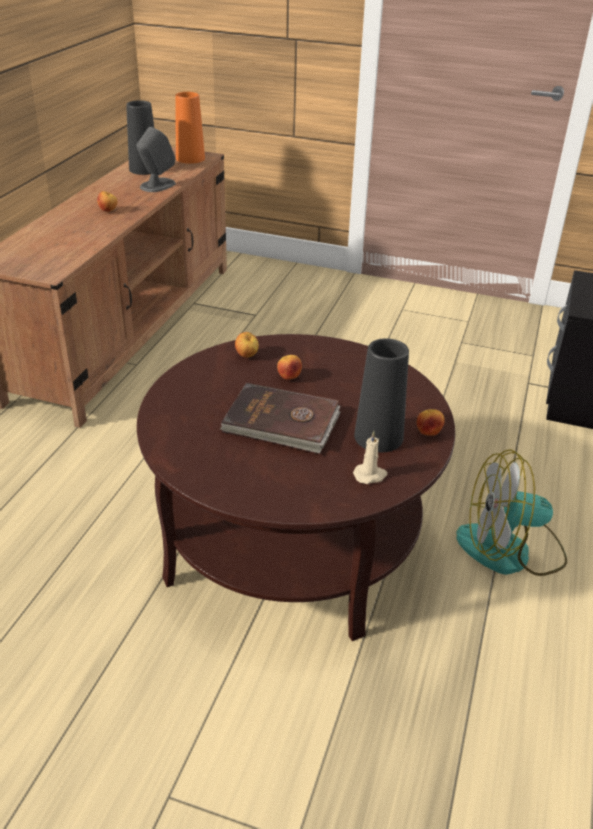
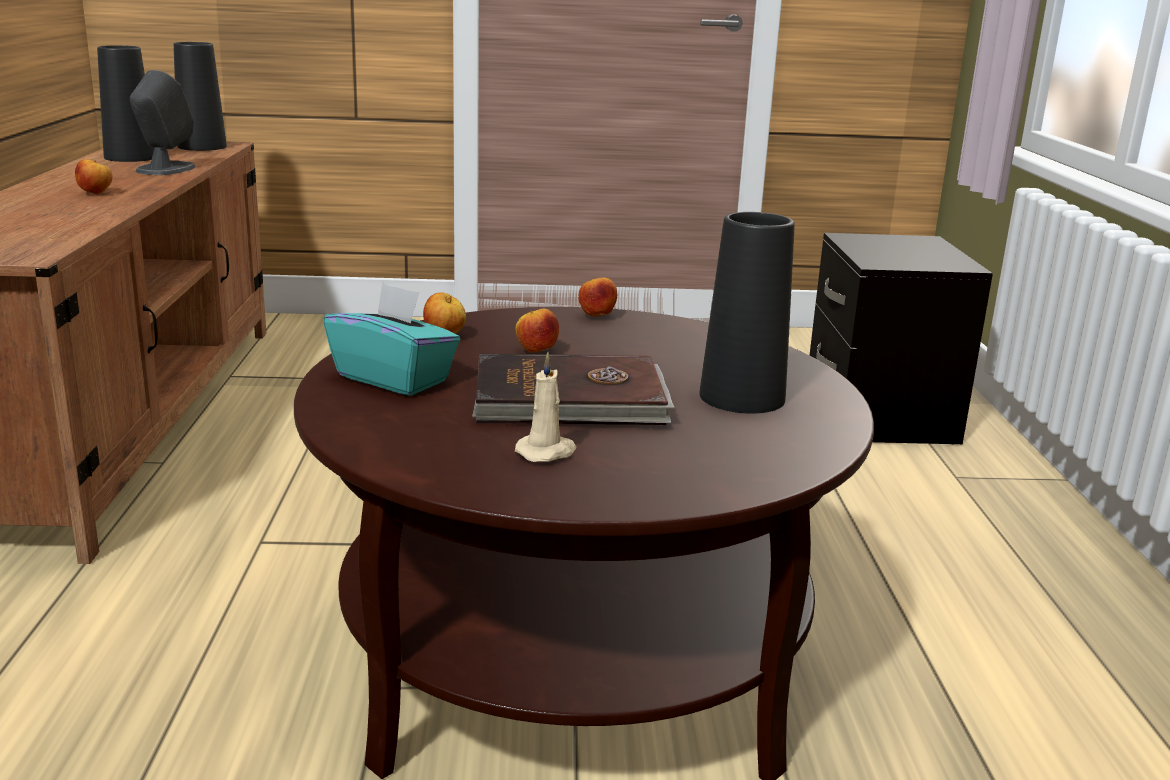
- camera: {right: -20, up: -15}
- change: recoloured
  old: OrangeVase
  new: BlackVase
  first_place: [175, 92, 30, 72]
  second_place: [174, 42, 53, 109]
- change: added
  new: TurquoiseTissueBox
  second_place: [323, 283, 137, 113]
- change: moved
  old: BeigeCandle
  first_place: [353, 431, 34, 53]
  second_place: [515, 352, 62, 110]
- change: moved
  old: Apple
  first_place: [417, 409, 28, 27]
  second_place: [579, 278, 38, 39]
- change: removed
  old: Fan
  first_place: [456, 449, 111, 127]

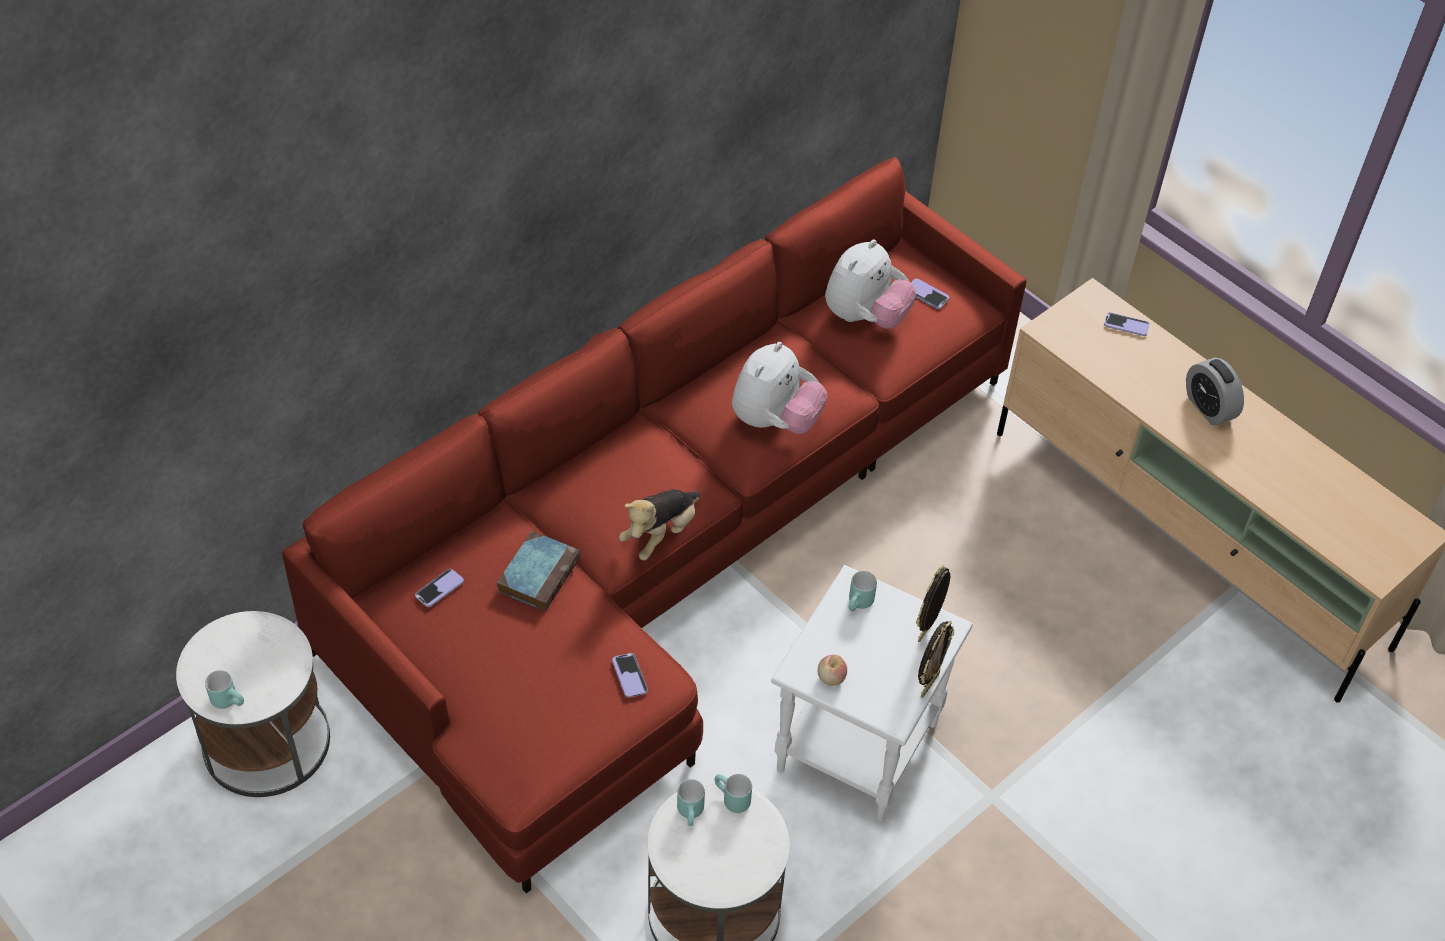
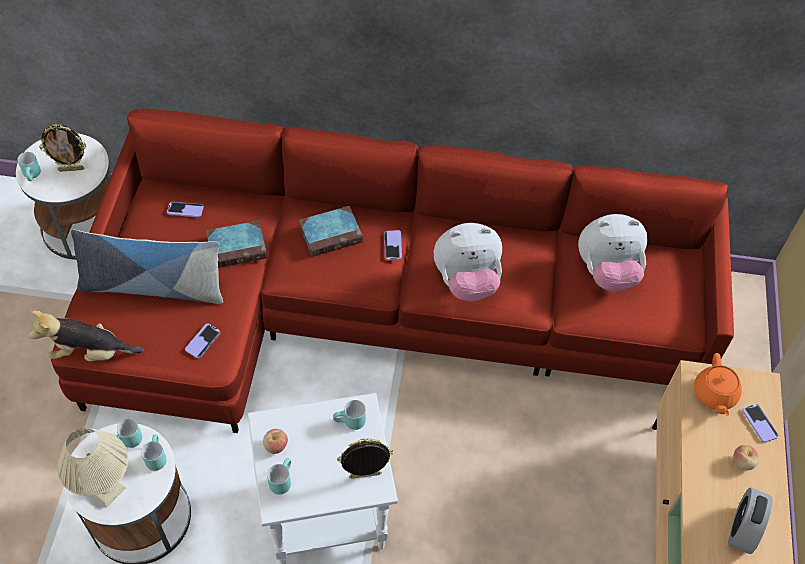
- camera: {right: 50, up: 5}
- change: moved
  old: PlushToy
  first_place: [619, 489, 81, 71]
  second_place: [29, 311, 115, 50]
- change: moved
  old: PictureFrame
  first_place: [918, 621, 36, 77]
  second_place: [39, 124, 47, 48]
- change: added
  new: BeigeTableLamp
  second_place: [57, 428, 71, 80]
- change: added
  new: Pillow
  second_place: [71, 229, 152, 75]
- change: added
  new: TurquoiseMug
  second_place: [267, 458, 24, 37]
- change: added
  new: Book
  second_place: [299, 206, 64, 51]
- change: moved
  old: Phone
  first_place: [911, 278, 38, 31]
  second_place: [384, 230, 18, 30]
- change: added
  new: OrangeTeapot
  second_place: [694, 353, 47, 63]
- change: added
  new: Apple
  second_place: [733, 445, 26, 25]

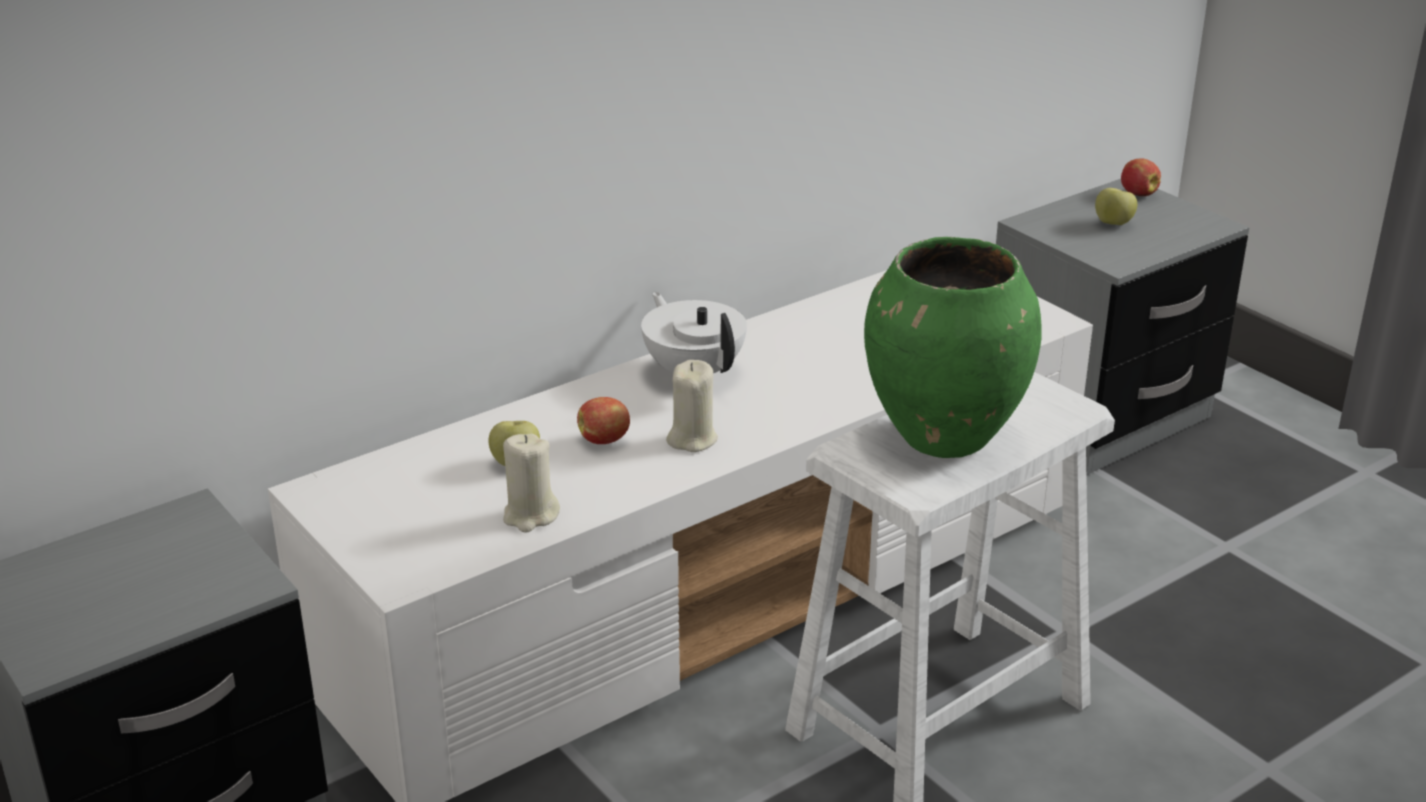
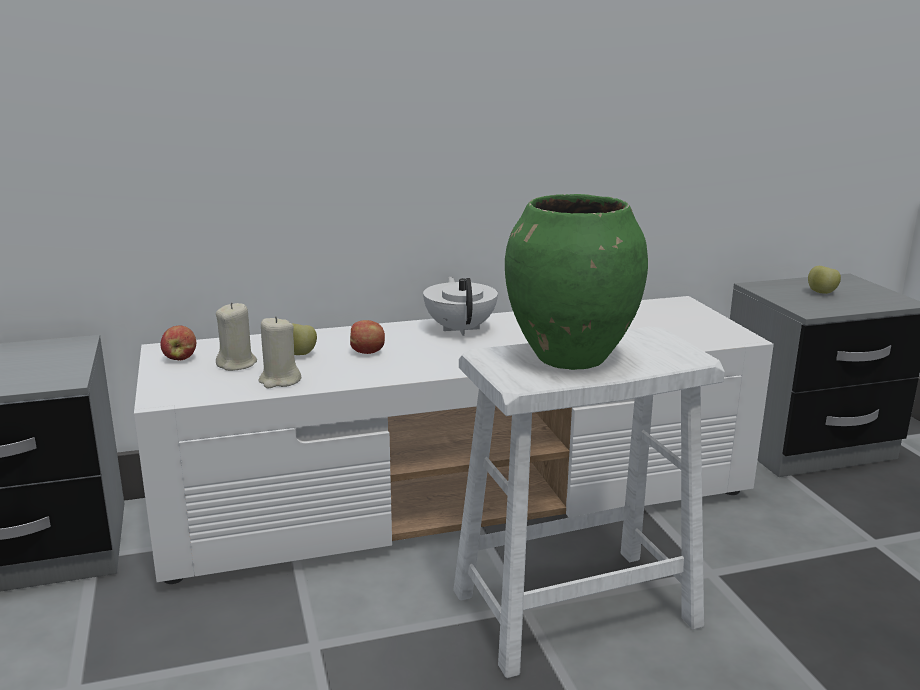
- camera: {right: 20, up: -10}
- change: moved
  old: Apple
  first_place: [1121, 158, 40, 39]
  second_place: [161, 326, 35, 34]
- change: moved
  old: BeigeCandle
  first_place: [666, 360, 52, 92]
  second_place: [216, 302, 41, 69]

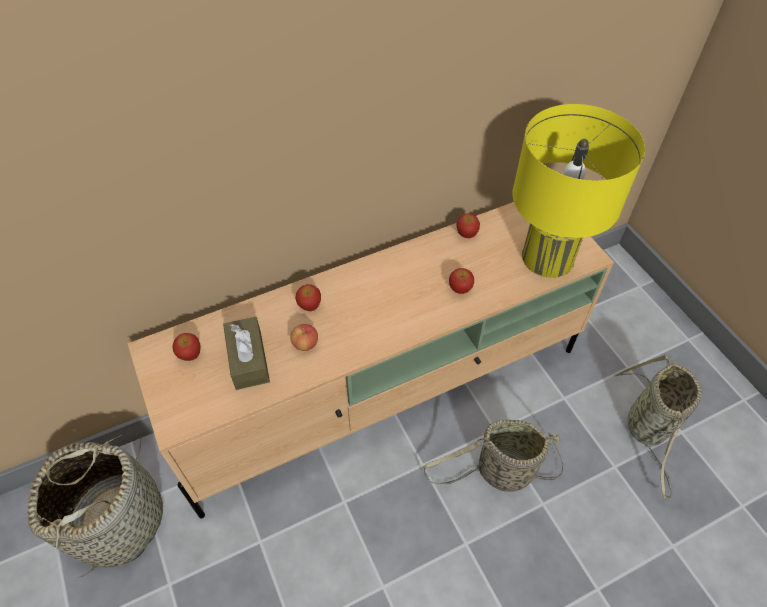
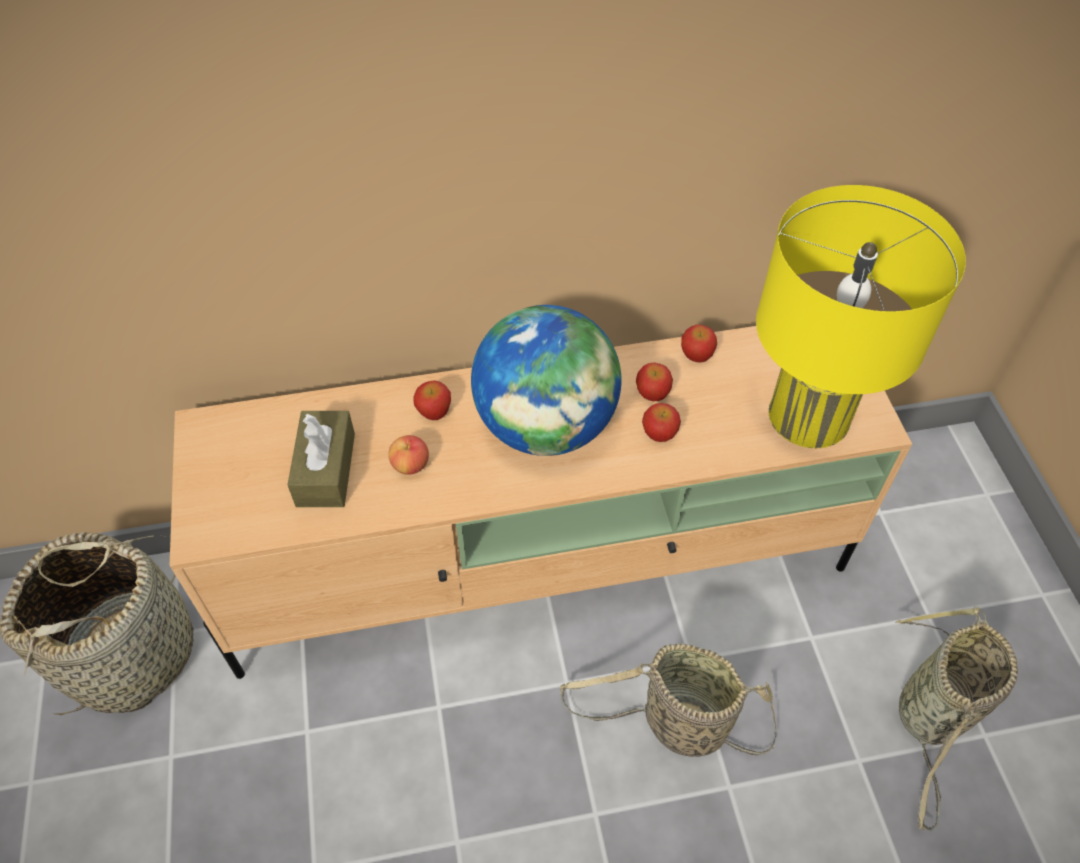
- camera: {right: 15, up: 0}
- change: added
  new: Globe
  second_place: [471, 305, 150, 151]
- change: moved
  old: Apple
  first_place: [172, 333, 29, 28]
  second_place: [636, 363, 37, 38]

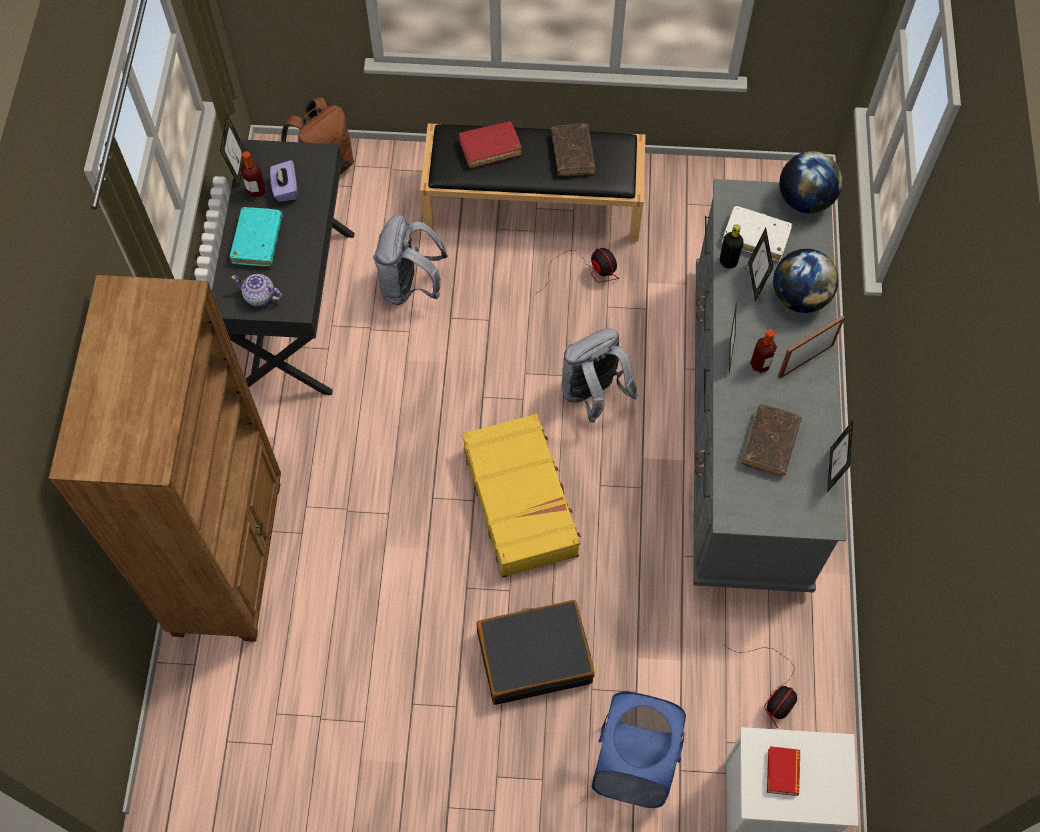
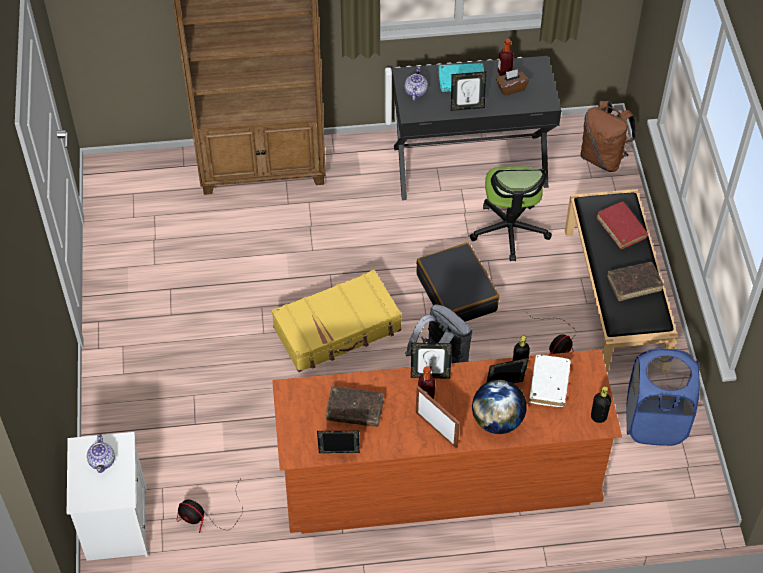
- camera: {right: 80, up: -10}
- change: replaced
  old: Book
  new: Teapot
  first_place: [767, 746, 33, 50]
  second_place: [87, 434, 28, 39]
- change: recoloured
  old: GreyDresser
  new: BrownDresser
  first_place: [693, 179, 153, 414]
  second_place: [272, 349, 350, 185]
- change: moved
  old: BlackSuitcase
  first_place: [476, 600, 119, 105]
  second_place: [416, 242, 84, 80]
- change: moved
  old: PictureFrame
  first_place: [220, 114, 26, 73]
  second_place: [451, 71, 35, 40]
- change: replaced
  old: GreyBackpack
  new: OfficeChair
  first_place: [373, 215, 75, 90]
  second_place: [470, 166, 82, 95]
- change: recoloured
  old: PurpleTissueBox
  new: BrownTissueBox
  first_place: [270, 160, 28, 42]
  second_place: [496, 69, 33, 27]
- change: replaced
  old: Globe
  new: BlackBottle
  first_place: [779, 151, 63, 63]
  second_place: [591, 386, 20, 37]
- change: moved
  old: BlueLaundryBasket
  first_place: [592, 692, 94, 116]
  second_place: [626, 348, 74, 98]

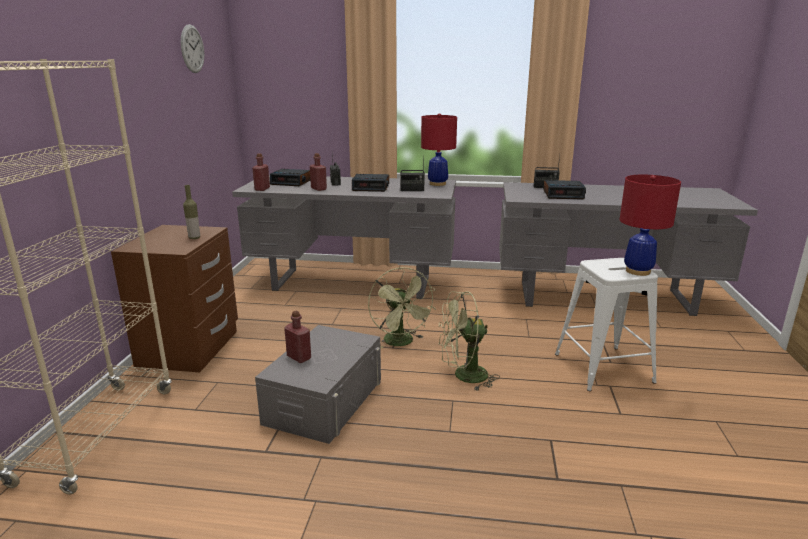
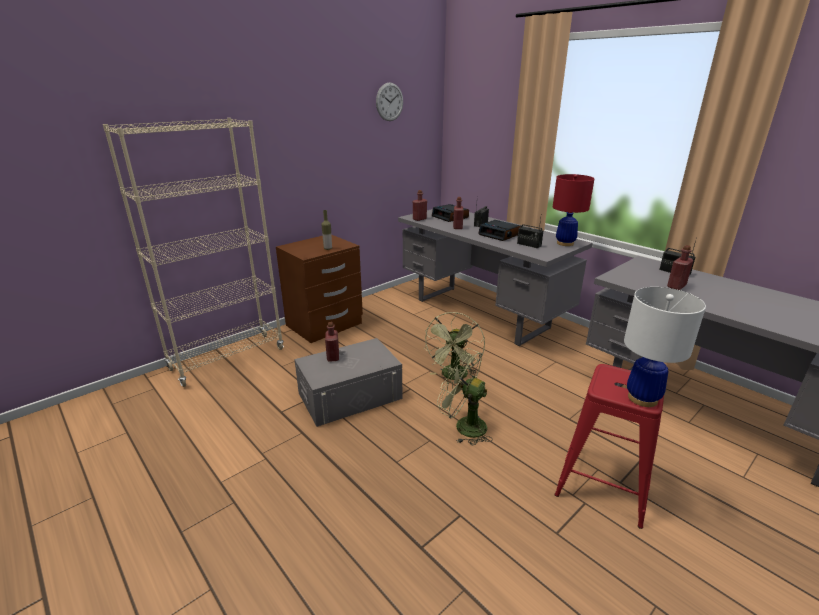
- camera: {right: 40, up: 5}
- change: recoloured
  old: WhiteStool
  new: RedStool
  first_place: [555, 258, 103, 133]
  second_place: [555, 364, 109, 165]
- change: recoloured
  old: RedTableLamp
  new: WhiteTableLamp
  first_place: [619, 175, 62, 101]
  second_place: [624, 287, 82, 120]
- change: replaced
  old: AlarmClock
  new: RedBottle
  first_place: [543, 180, 43, 19]
  second_place: [667, 245, 26, 45]

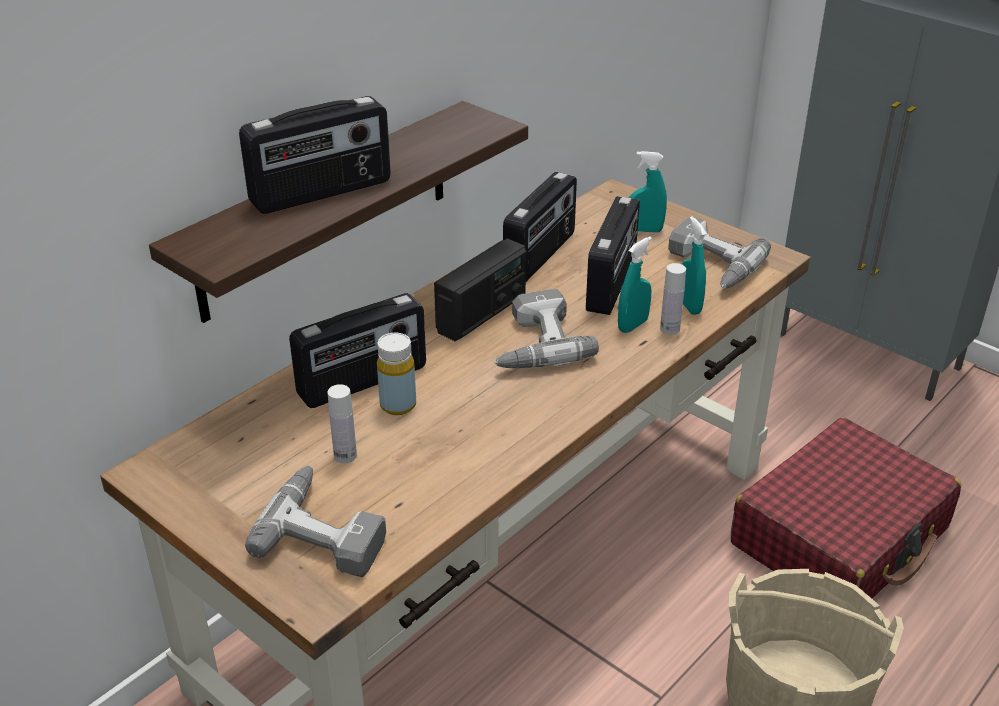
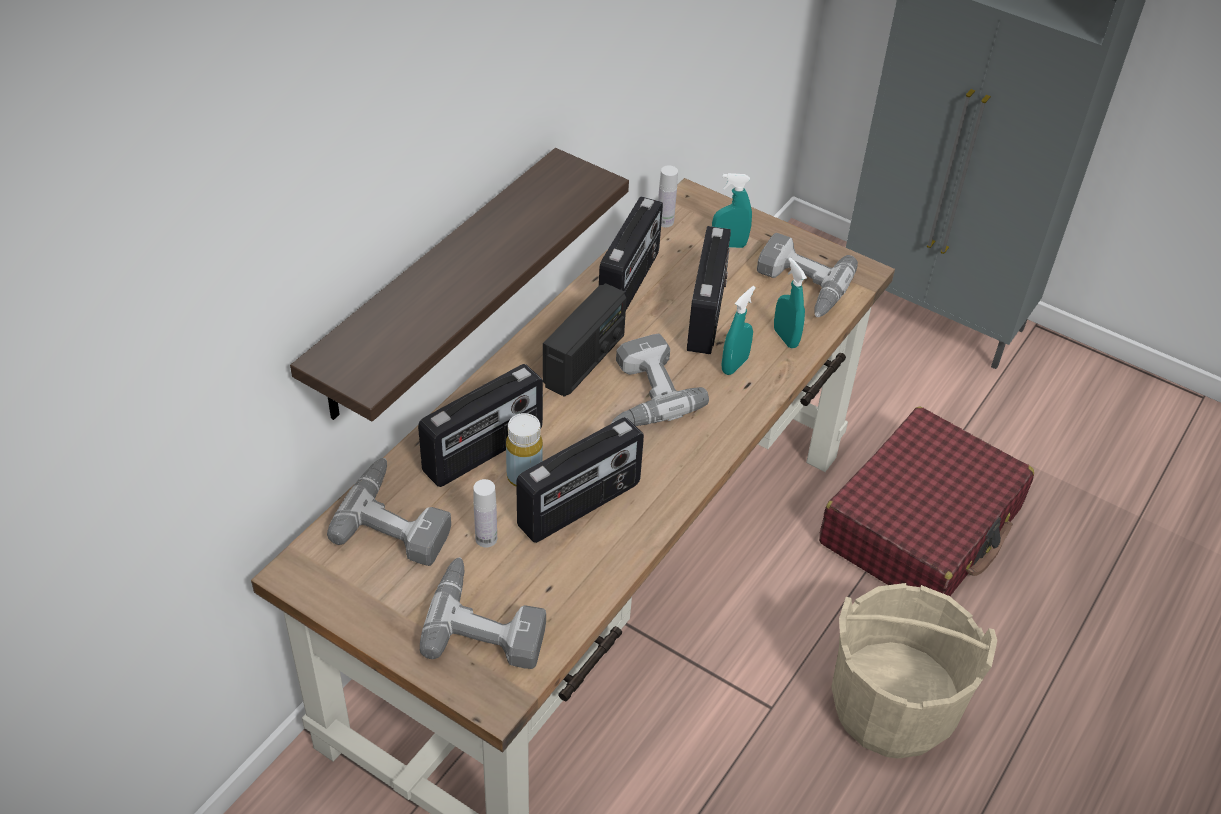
- camera: {right: -10, up: 10}
- change: added
  new: PowerDrill
  second_place: [327, 458, 124, 108]
- change: moved
  old: Radio
  first_place: [239, 96, 152, 118]
  second_place: [516, 417, 128, 126]
- change: moved
  old: WhiteBottle
  first_place: [660, 263, 26, 72]
  second_place: [658, 165, 20, 62]

